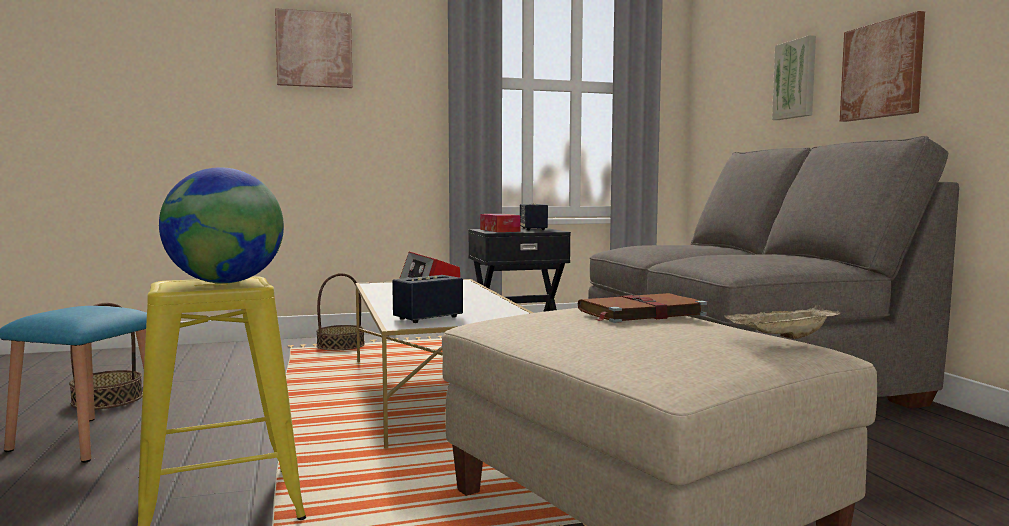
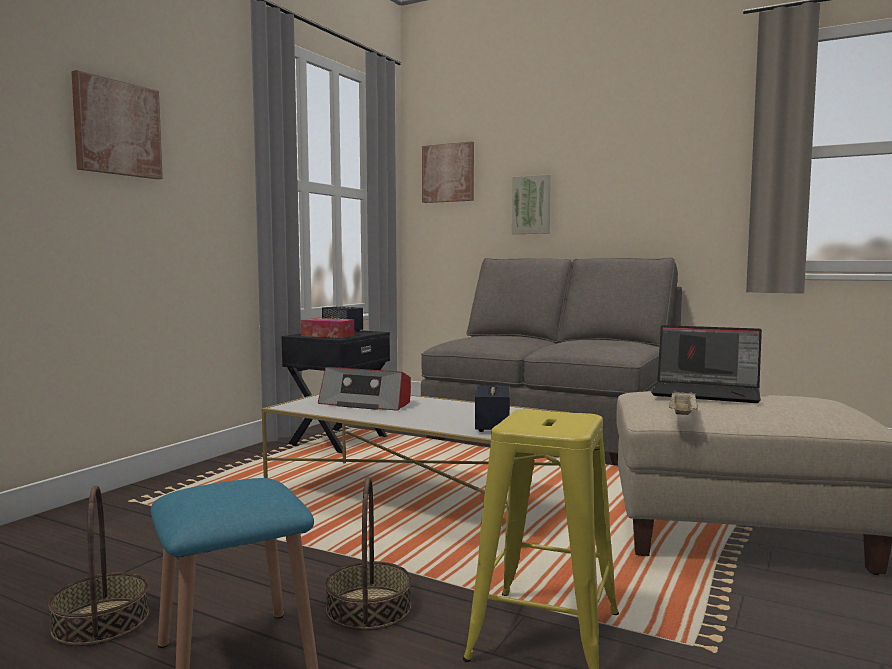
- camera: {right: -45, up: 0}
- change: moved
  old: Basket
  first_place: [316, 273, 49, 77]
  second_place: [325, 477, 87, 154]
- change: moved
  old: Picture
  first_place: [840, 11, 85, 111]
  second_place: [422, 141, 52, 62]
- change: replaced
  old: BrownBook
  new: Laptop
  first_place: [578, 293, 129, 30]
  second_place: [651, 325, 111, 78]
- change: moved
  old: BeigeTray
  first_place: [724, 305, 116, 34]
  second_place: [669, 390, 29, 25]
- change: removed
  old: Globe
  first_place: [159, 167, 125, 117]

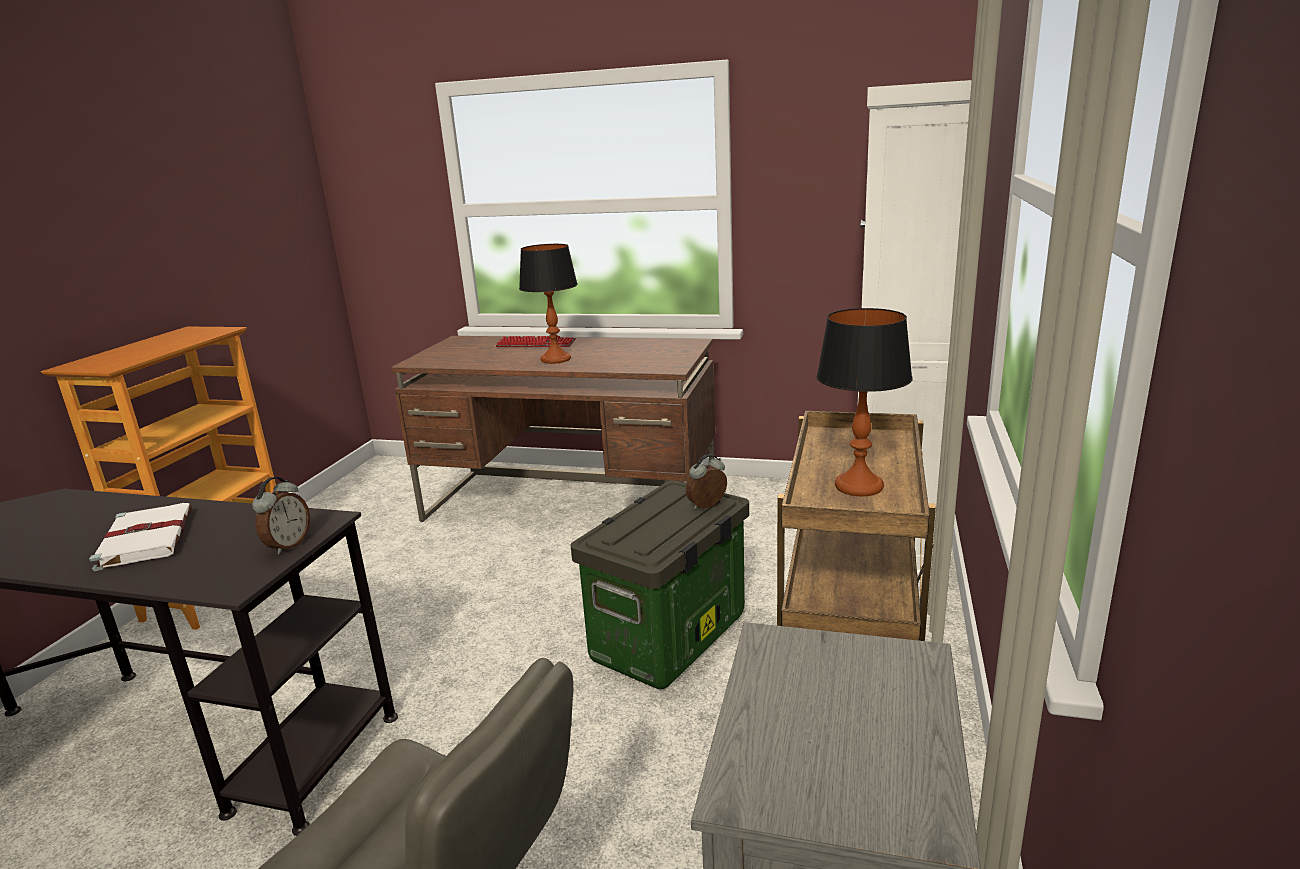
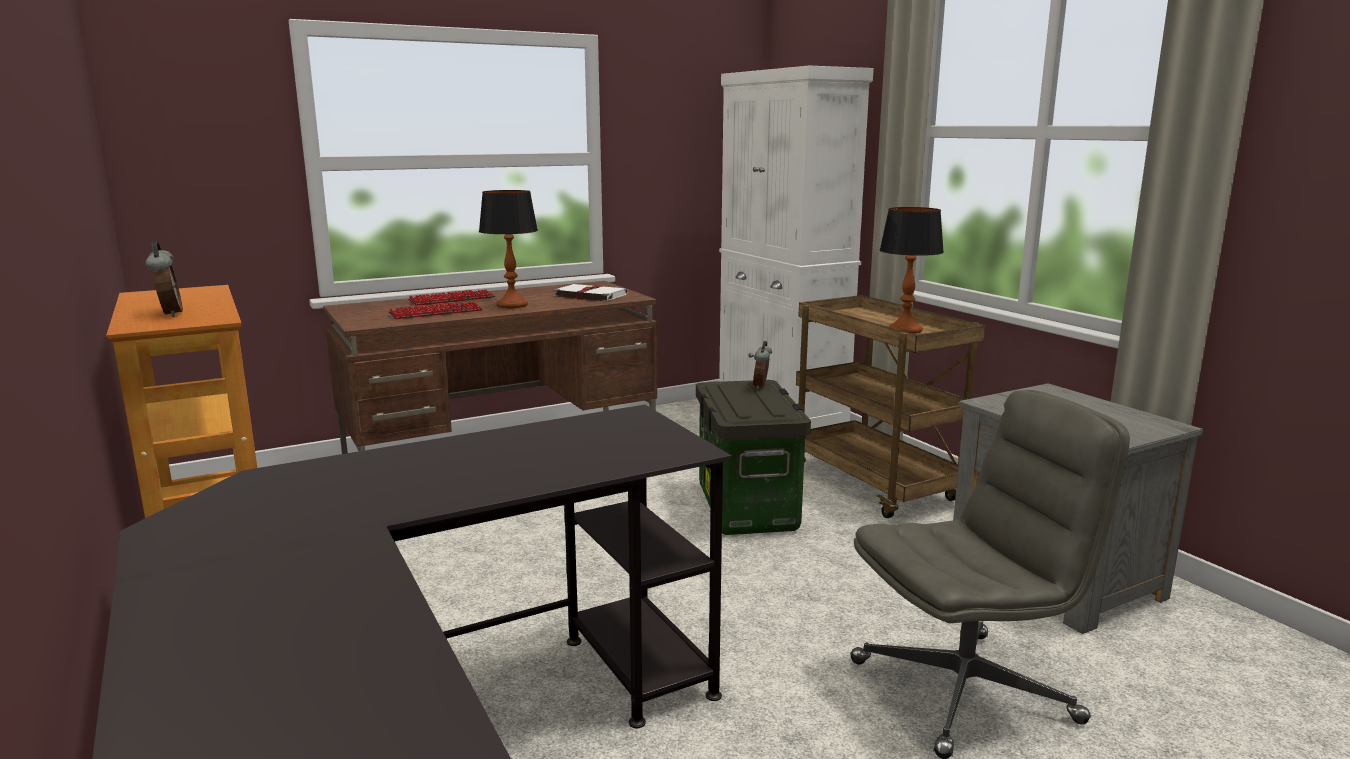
- camera: {right: -45, up: -5}
- change: moved
  old: AlarmClock
  first_place: [252, 477, 58, 77]
  second_place: [146, 241, 37, 76]
- change: added
  new: Keyboard
  second_place: [389, 302, 94, 17]
- change: moved
  old: WhiteBook
  first_place: [89, 503, 103, 68]
  second_place: [554, 284, 74, 18]

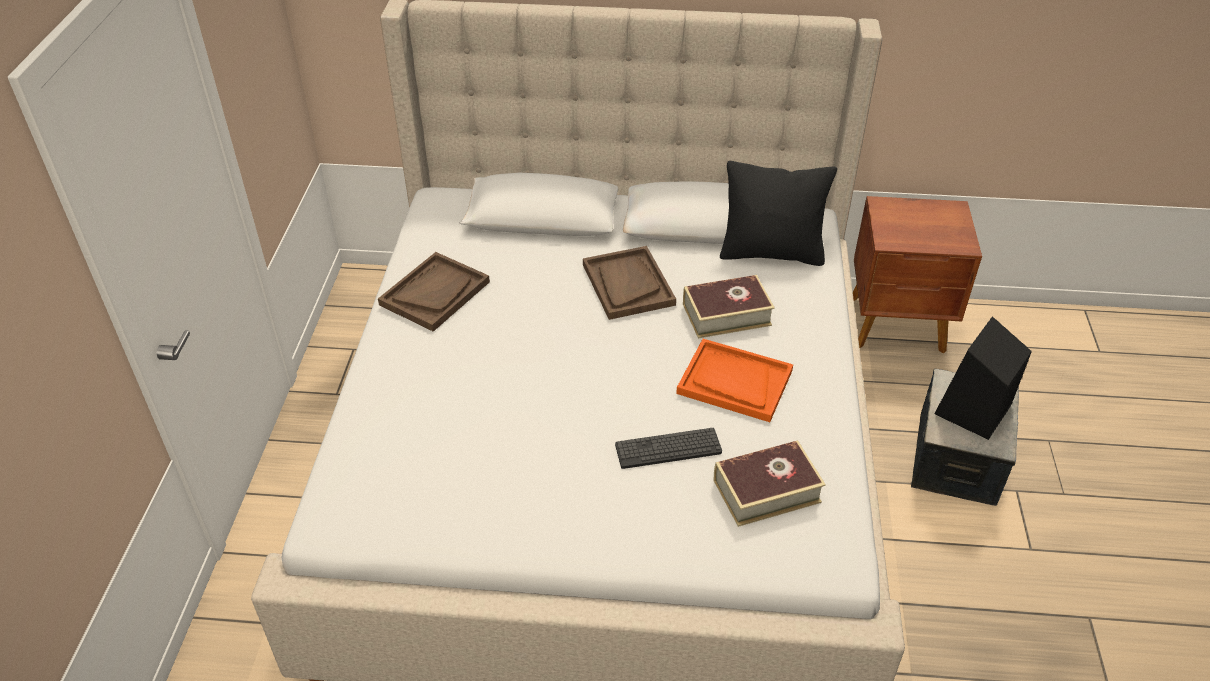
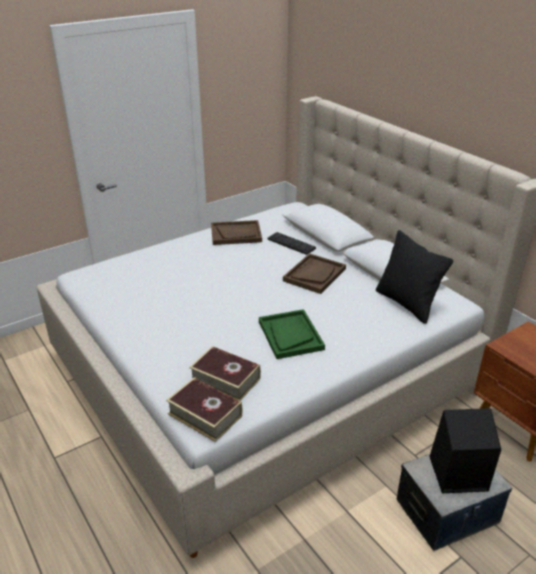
- camera: {right: 50, up: -10}
- change: moved
  old: Book
  first_place: [683, 275, 92, 63]
  second_place: [166, 377, 76, 65]
- change: recoloured
  old: OrangeTray
  new: GreenTray
  first_place: [676, 339, 117, 83]
  second_place: [259, 309, 66, 50]
- change: moved
  old: Keyboard
  first_place: [615, 428, 107, 41]
  second_place: [268, 232, 48, 23]

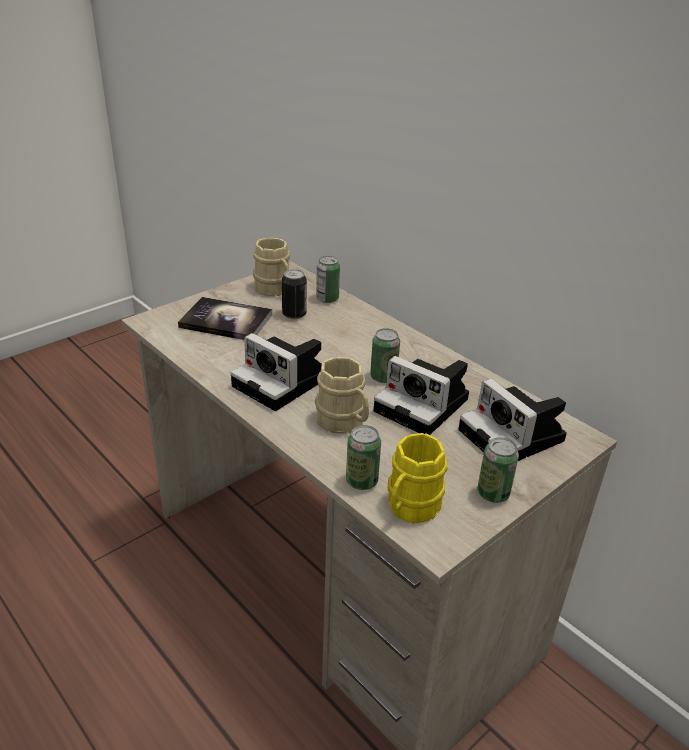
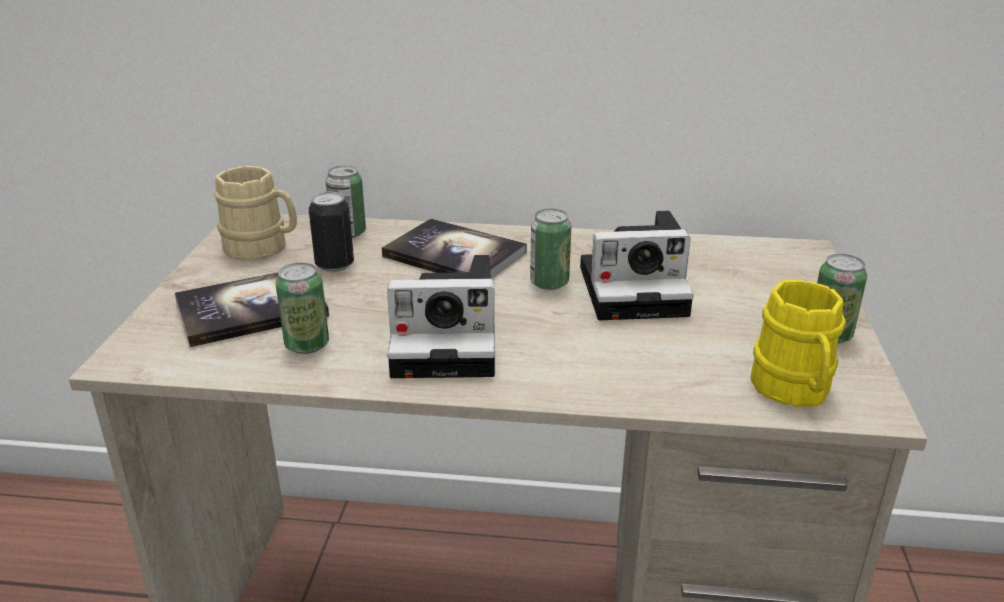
- camera: {right: -40, up: -5}
- change: moved
  old: Can
  first_place: [346, 425, 35, 65]
  second_place: [276, 263, 53, 91]
- change: added
  new: Book
  second_place: [382, 219, 145, 60]
- change: removed
  old: BeigeMug
  first_place: [315, 357, 54, 77]
- change: removed
  old: PhotoCamera
  first_place: [458, 378, 109, 83]

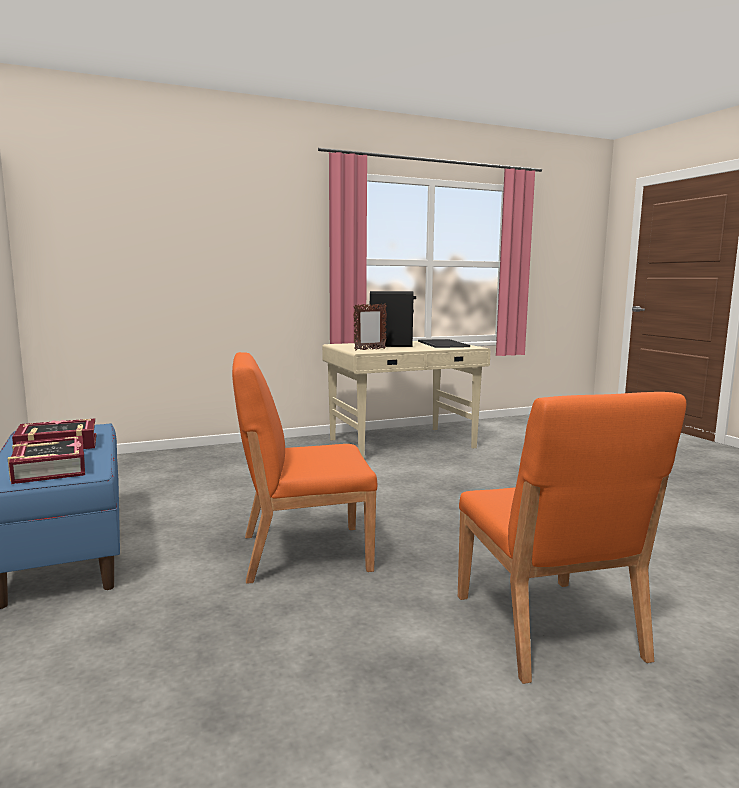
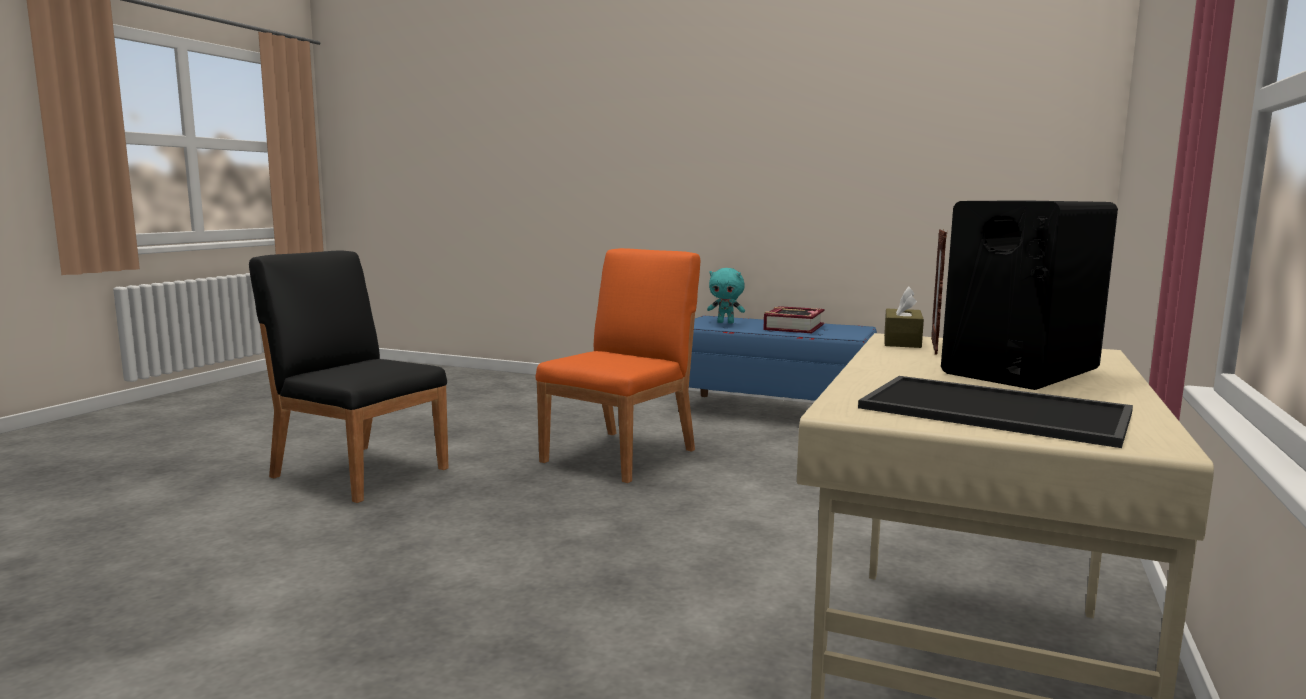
- camera: {right: 135, up: 0}
- change: recoloured
  old: OrangeChair
  new: BlackChair
  first_place: [458, 392, 228, 292]
  second_place: [249, 250, 199, 253]
- change: replaced
  old: Book
  new: TurquoisePlushToy
  first_place: [8, 436, 77, 48]
  second_place: [707, 268, 38, 56]
- change: added
  new: BrownTissueBox
  second_place: [884, 286, 40, 62]

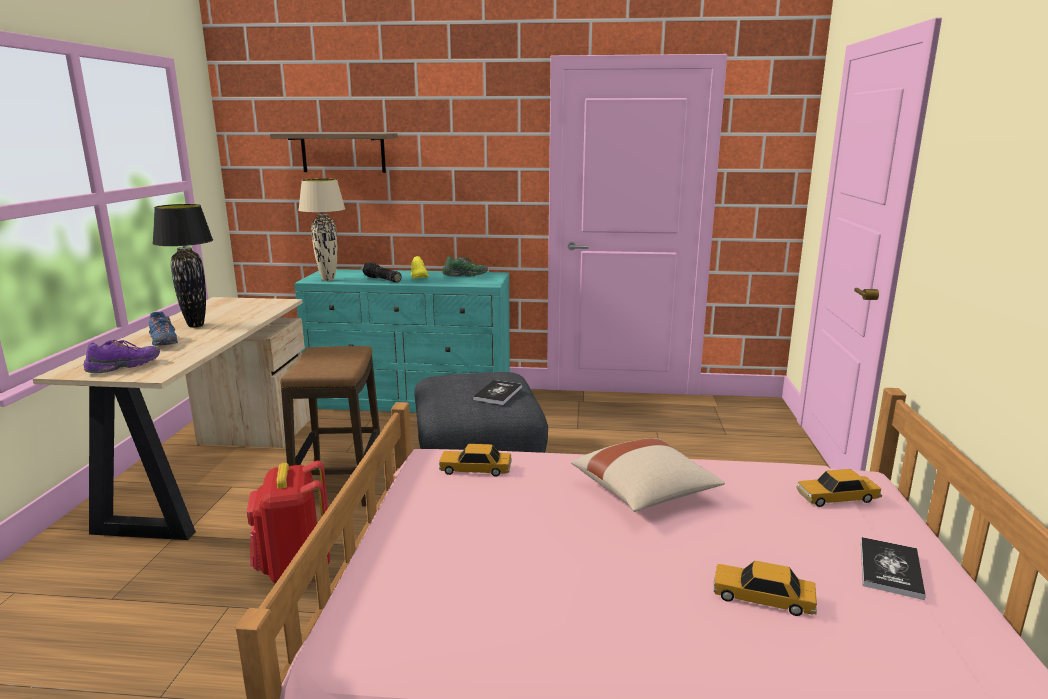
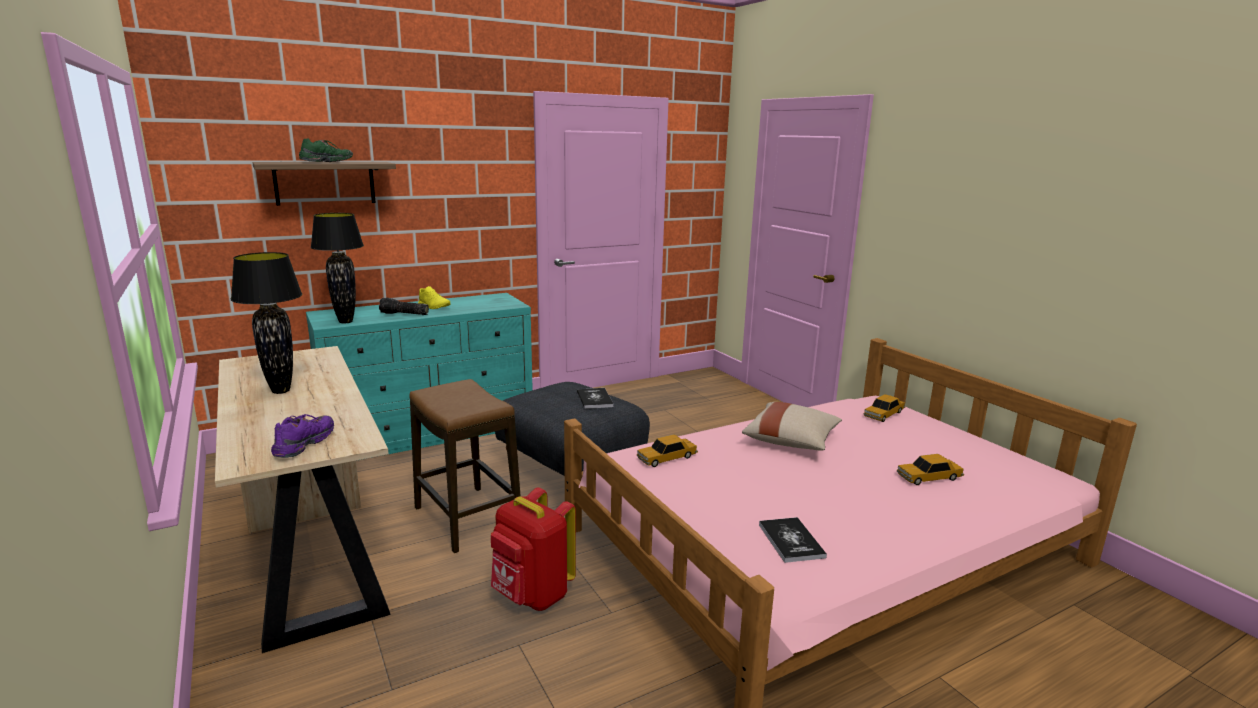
- camera: {right: -35, up: 0}
- change: moved
  old: GreenShoe
  first_place: [443, 256, 45, 21]
  second_place: [299, 139, 54, 23]
- change: recoloured
  old: BeigeTableLamp
  new: BlackTableLamp
  first_place: [298, 179, 47, 102]
  second_place: [311, 213, 53, 111]
- change: moved
  old: Book
  first_place: [861, 537, 65, 63]
  second_place: [759, 517, 68, 46]
- change: removed
  old: BlueShoe
  first_place: [149, 312, 29, 34]

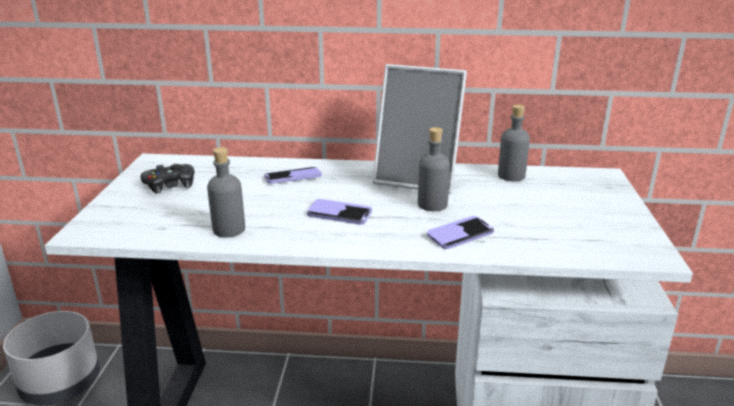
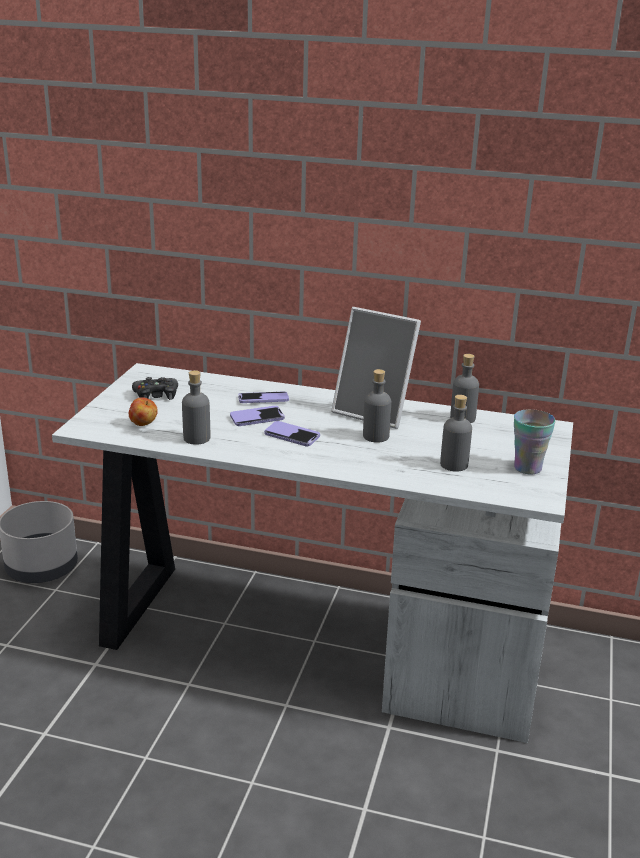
- camera: {right: 10, up: 0}
- change: added
  new: Apple
  second_place: [129, 397, 29, 29]
- change: moved
  old: Phone
  first_place: [427, 216, 67, 33]
  second_place: [230, 406, 55, 20]
- change: added
  new: GreyBottle
  second_place: [440, 395, 32, 77]
- change: added
  new: Cup
  second_place: [514, 409, 42, 65]

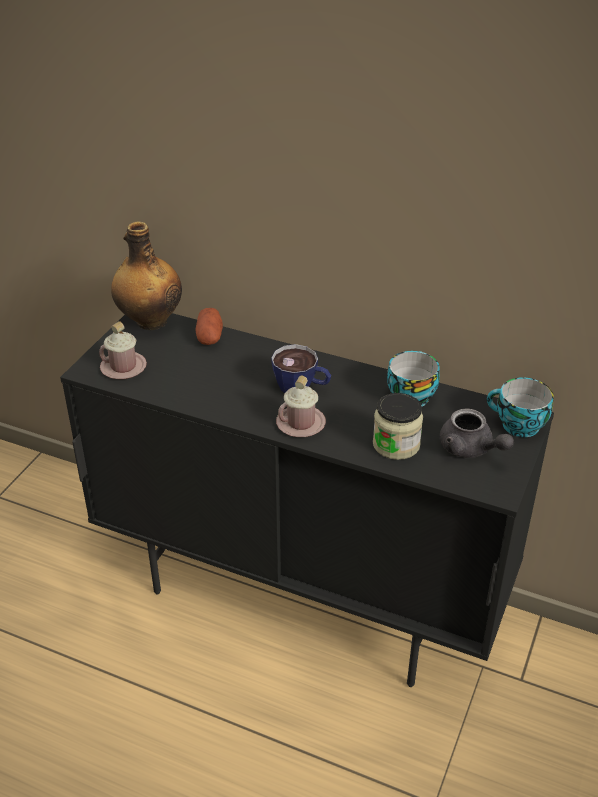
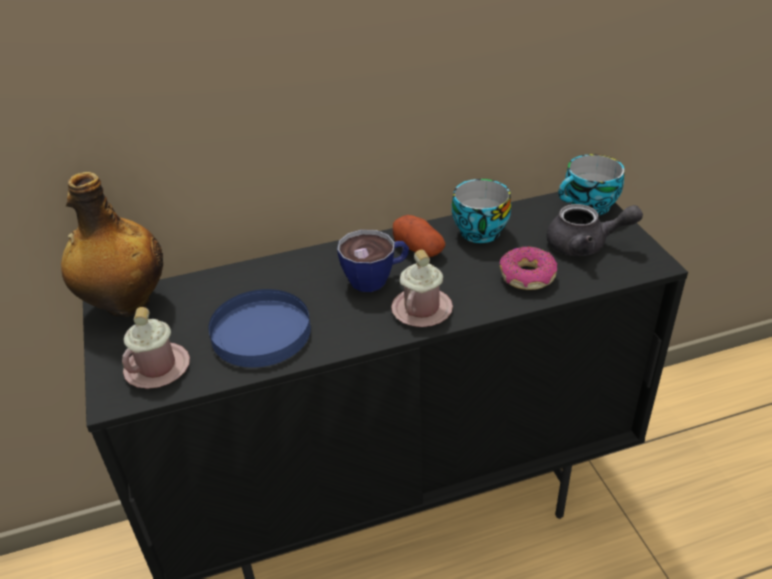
- camera: {right: -40, up: 0}
- change: added
  new: BluePlate
  second_place: [208, 289, 103, 78]
- change: moved
  old: Potato
  first_place: [195, 308, 28, 37]
  second_place: [393, 215, 52, 42]
- change: replaced
  old: Jar
  new: Donut
  first_place: [373, 393, 50, 67]
  second_place: [500, 246, 57, 44]

